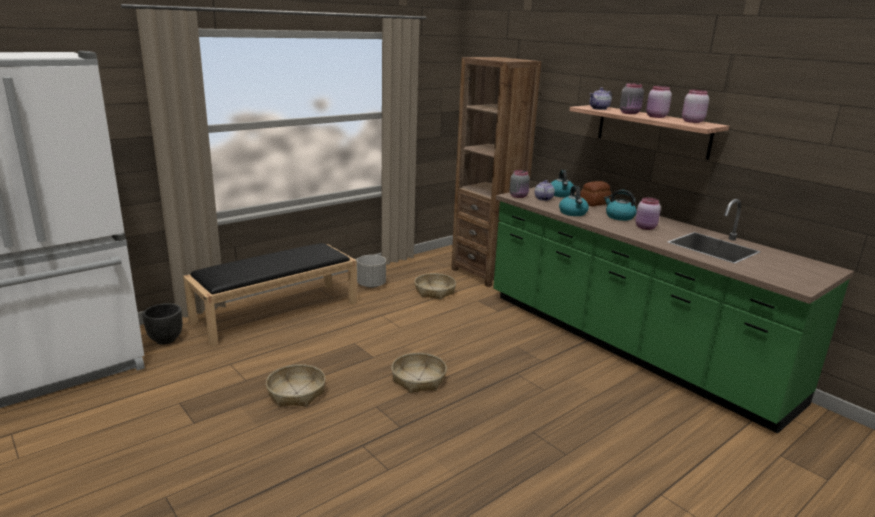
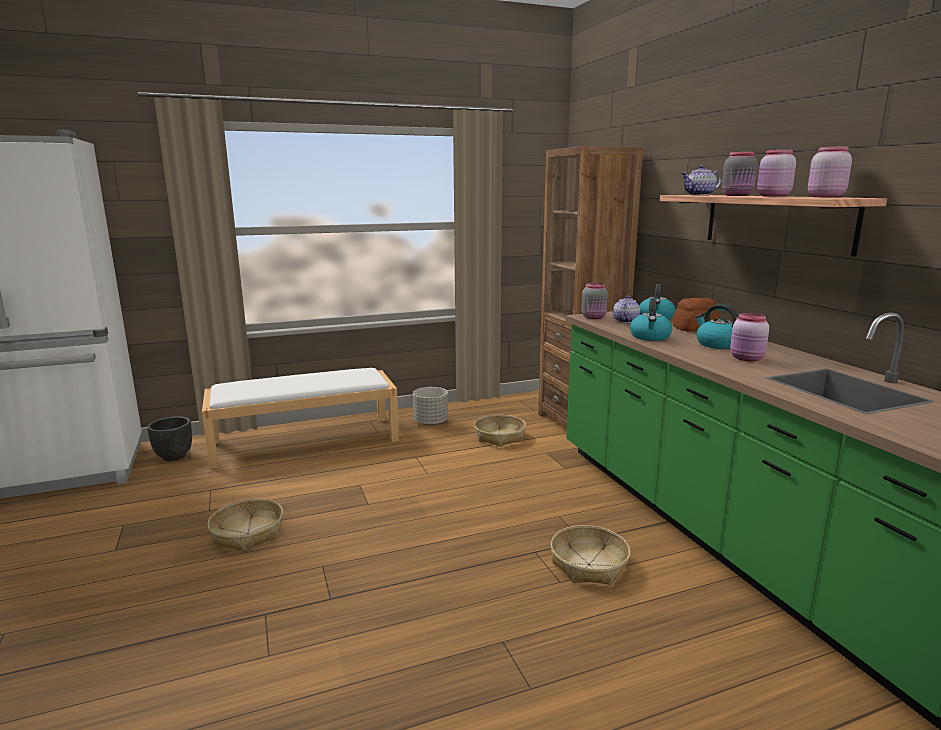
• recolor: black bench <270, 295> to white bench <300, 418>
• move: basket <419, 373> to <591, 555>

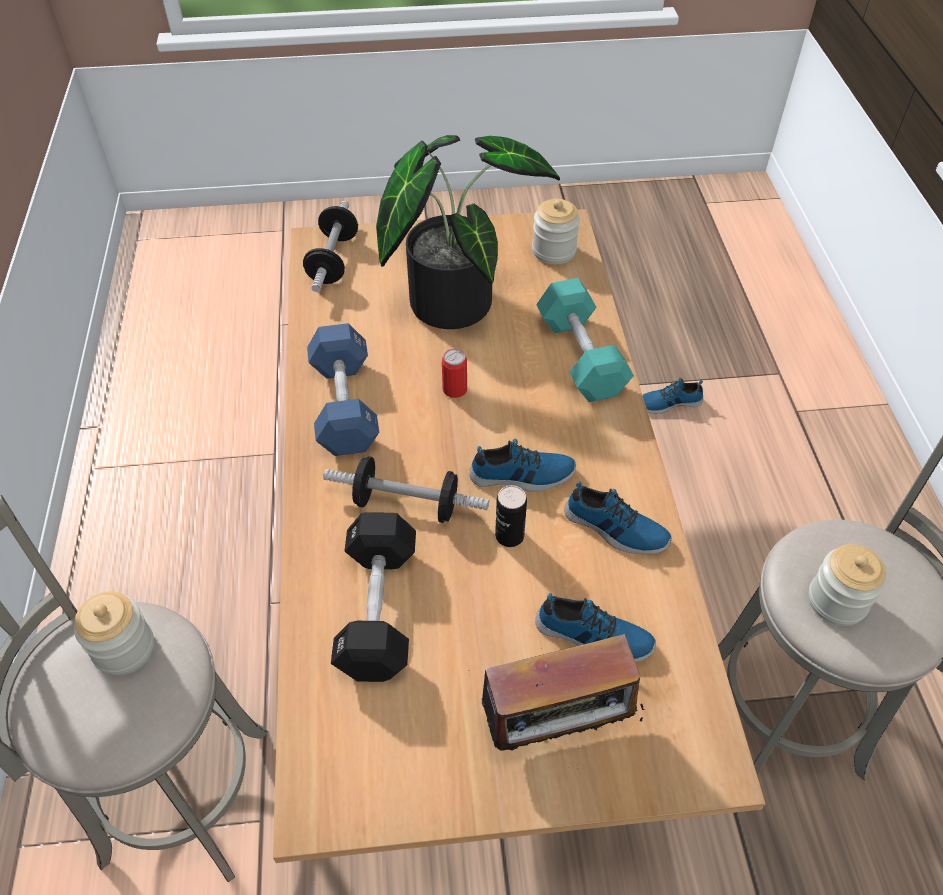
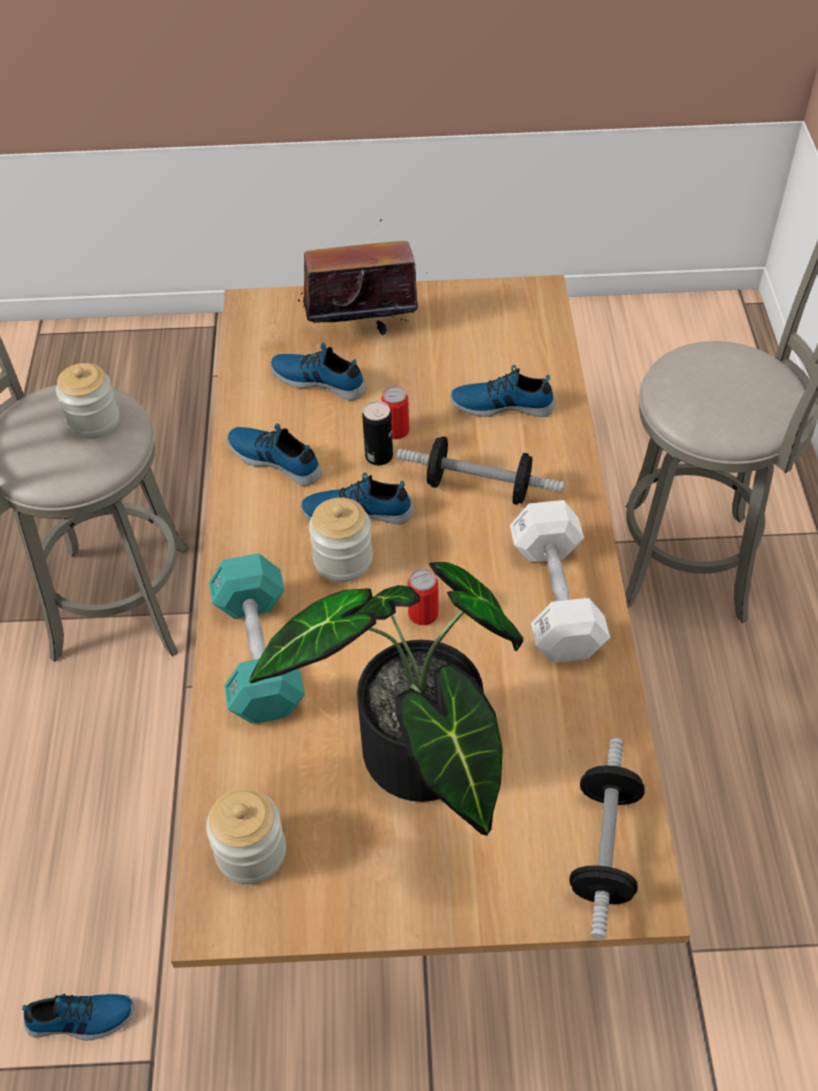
• recolor: blue dumbbell <343, 389> to white dumbbell <560, 581>
• replace: black dumbbell <373, 597> to shoe <503, 391>
• move: jar <114, 633> to <341, 539>
• insert: can <395, 412>

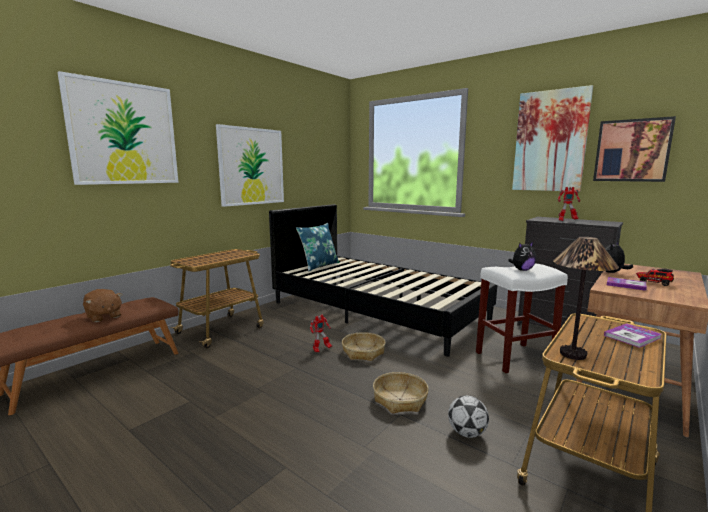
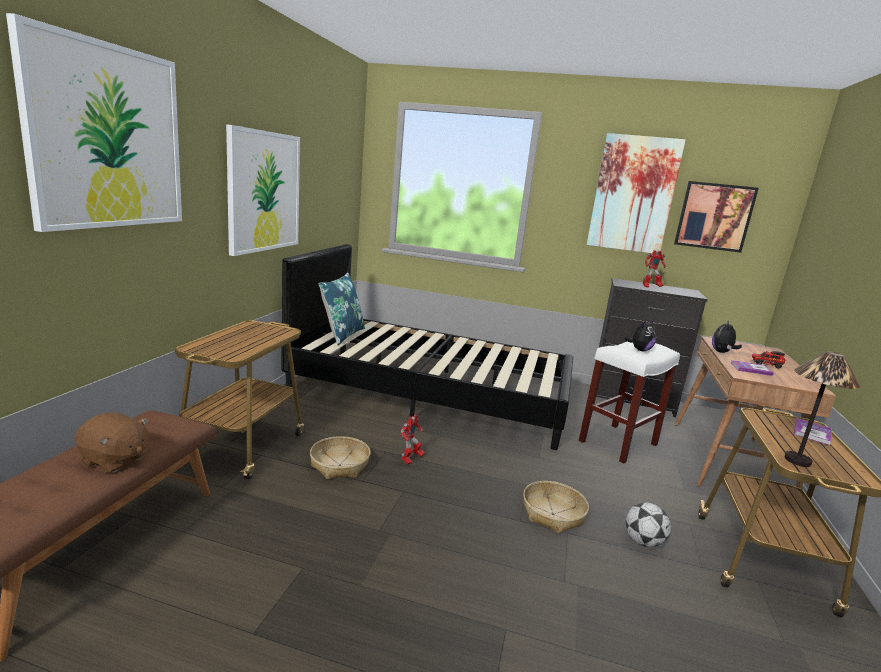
• move: basket <363, 346> to <340, 457>

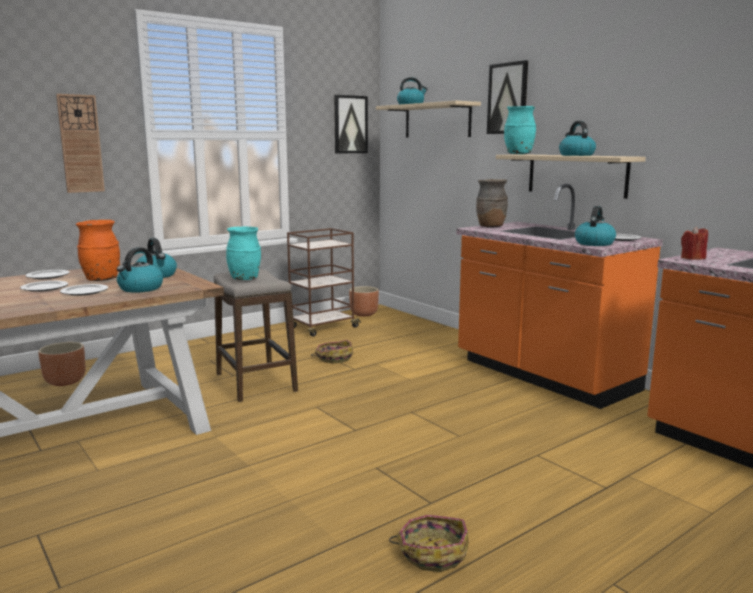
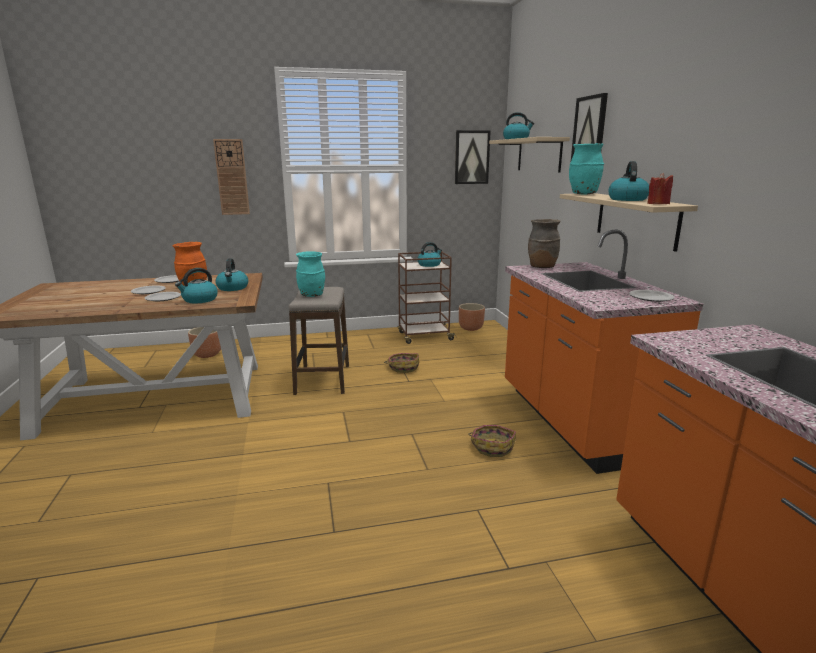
• move: kettle <595, 226> to <430, 254>
• move: red candle <694, 243> to <660, 188>
• move: basket <429, 543> to <492, 441>

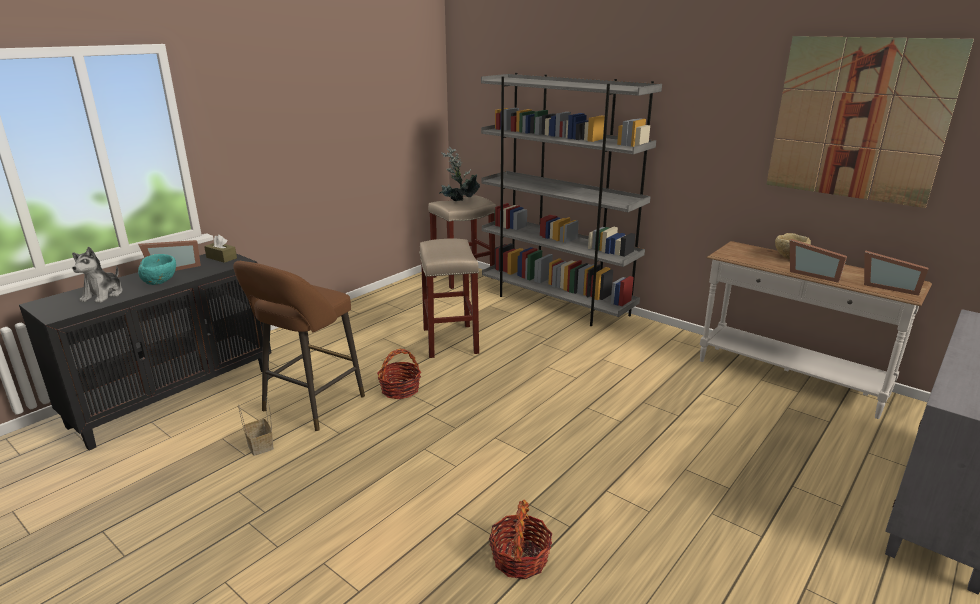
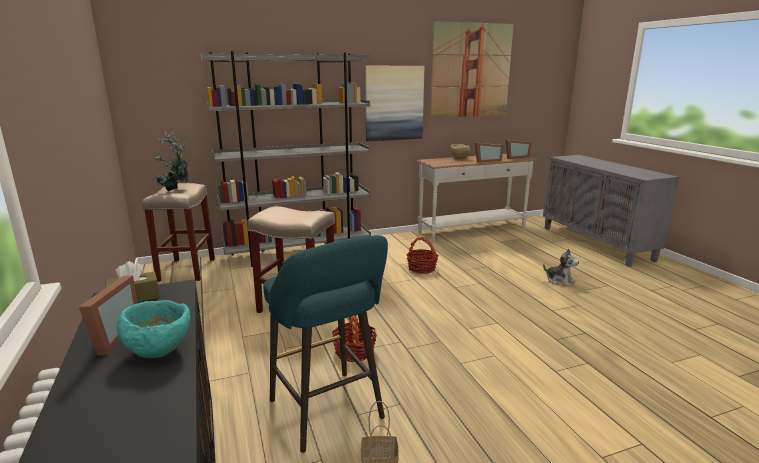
• move: plush toy <97, 275> to <561, 267>
• recolor: brown stool <299, 346> to turquoise stool <325, 344>
• move: basket <520, 539> to <422, 255>
• insert: picture <395, 103>

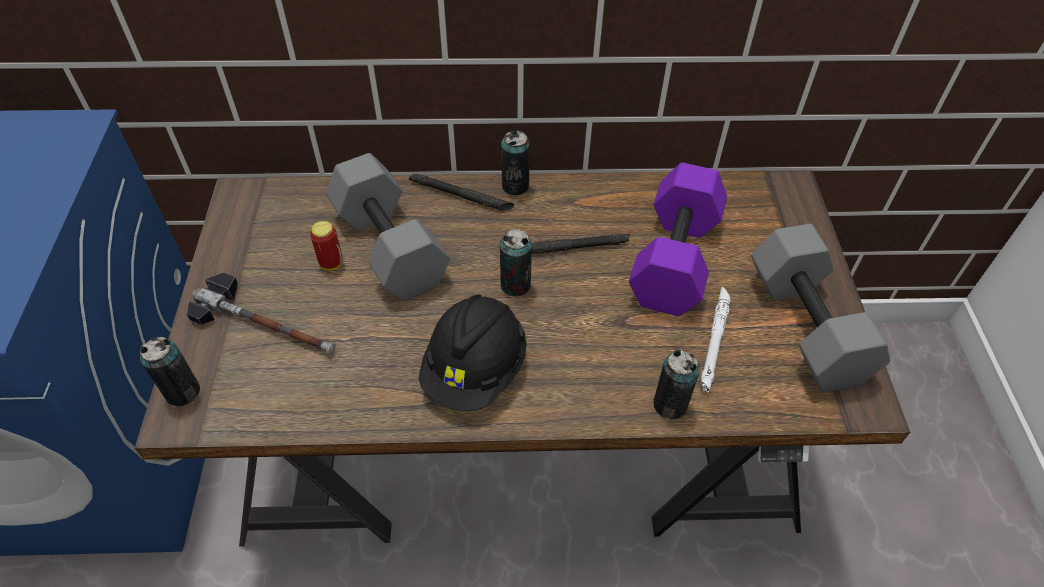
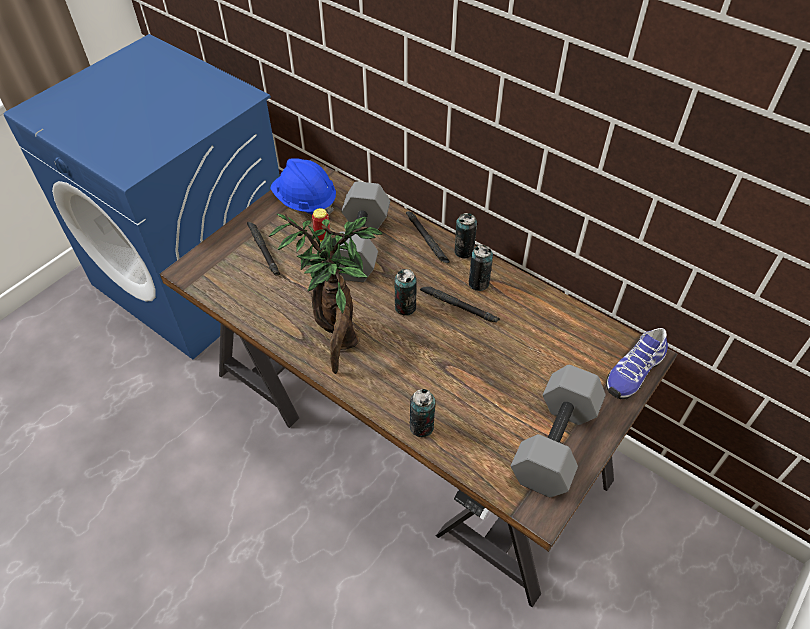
• delete: purple dumbbell <678, 239>
• replace: hammer <261, 313> to black flashlight <263, 249>
• delete: white flashlight <716, 340>
• replace: black hard hat <472, 352> to potted plant <325, 293>
• move: can <170, 371> to <481, 268>
• insert: blue hard hat <303, 186>
• insert: shoe <637, 363>

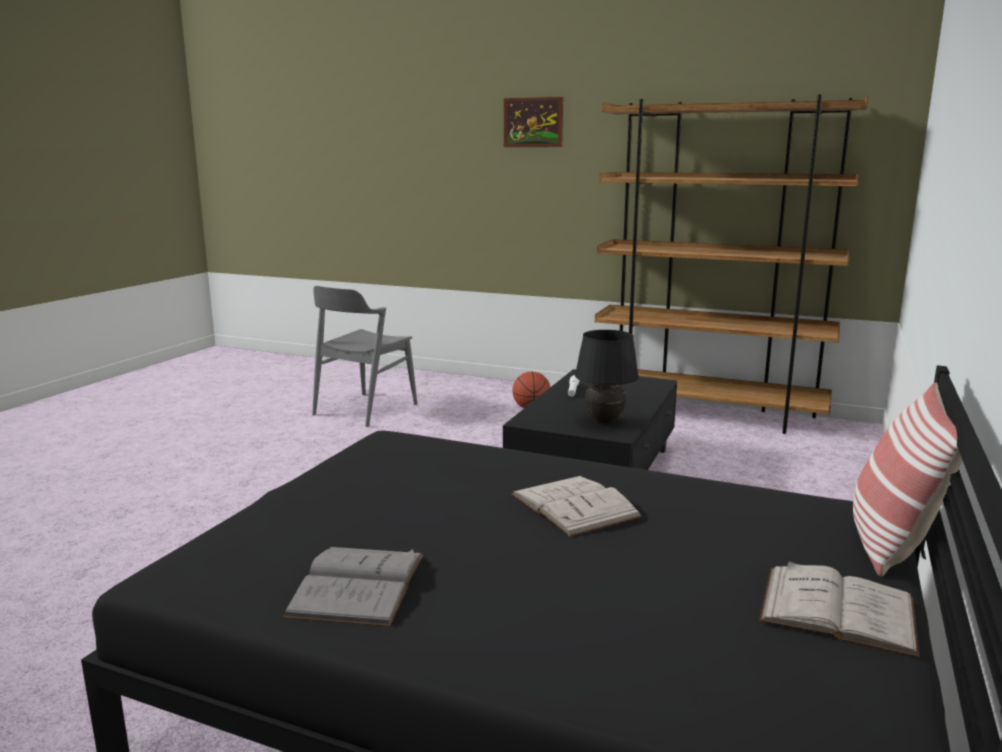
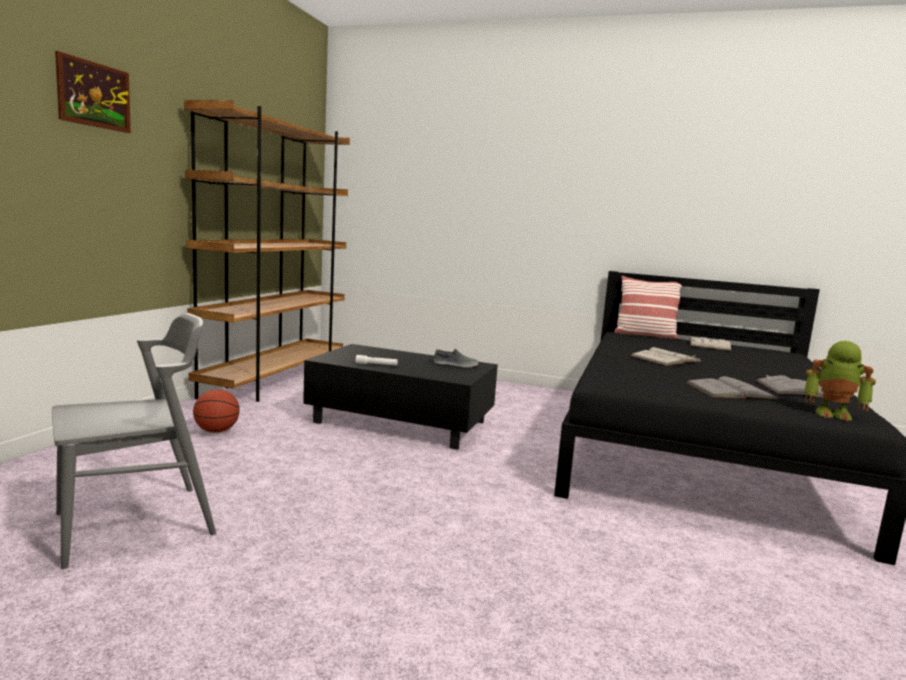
• rotate: grey chair <364, 356> = <134, 441> 60 degrees counterclockwise
• replace: black table lamp <607, 377> to grey shoe <456, 357>
• insert: toy robot <840, 381>
• insert: grey book <732, 387>

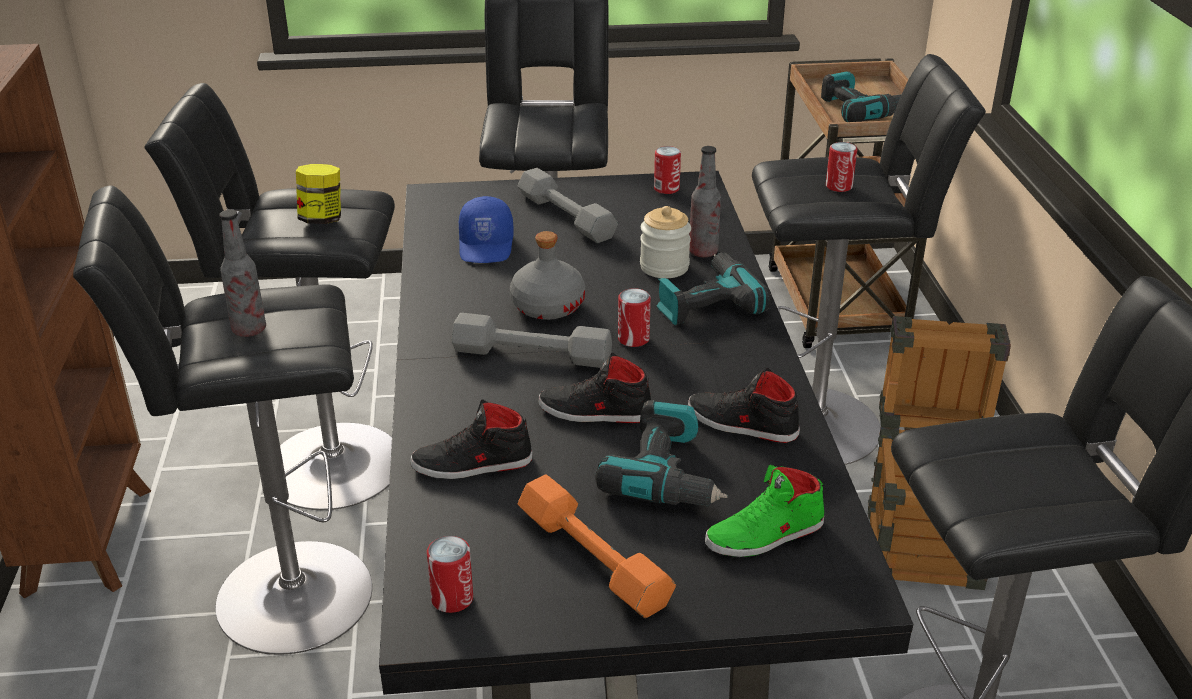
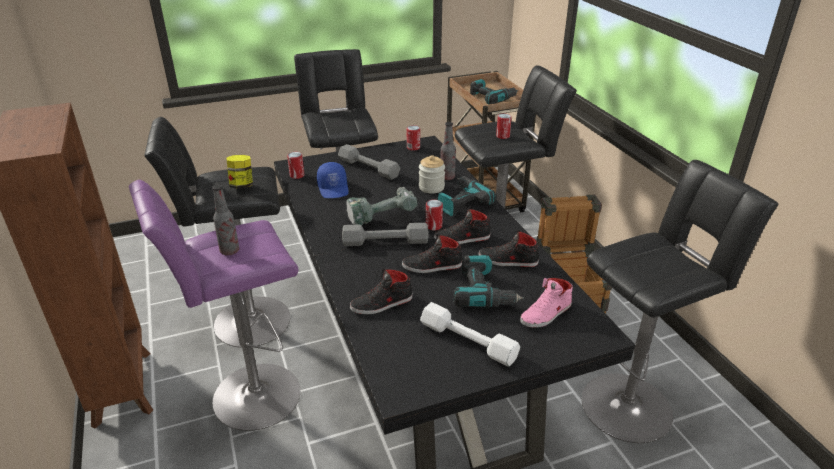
• recolor: black stool <222, 420> to purple stool <214, 305>
• replace: grey bottle <547, 275> to power drill <382, 206>
• recolor: green shoe <764, 511> to pink shoe <546, 303>
• recolor: orange dumbbell <597, 546> to white dumbbell <470, 334>
• move: can <450, 574> to <295, 165>
• insert: black shoe <462, 226>

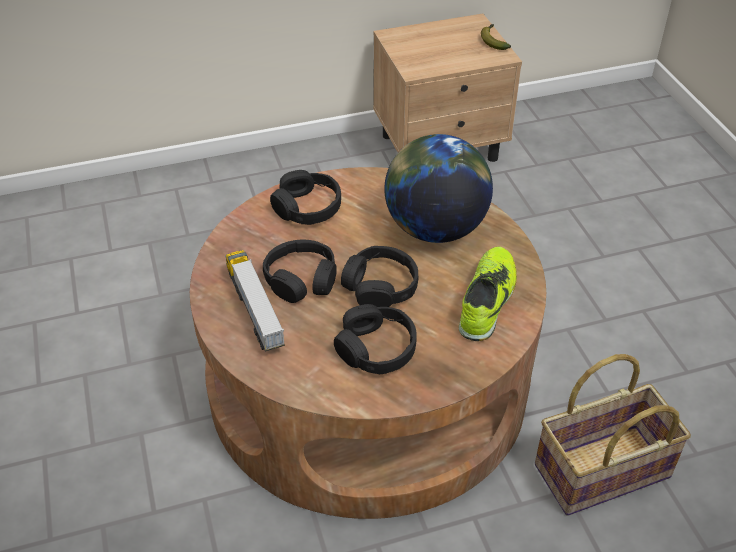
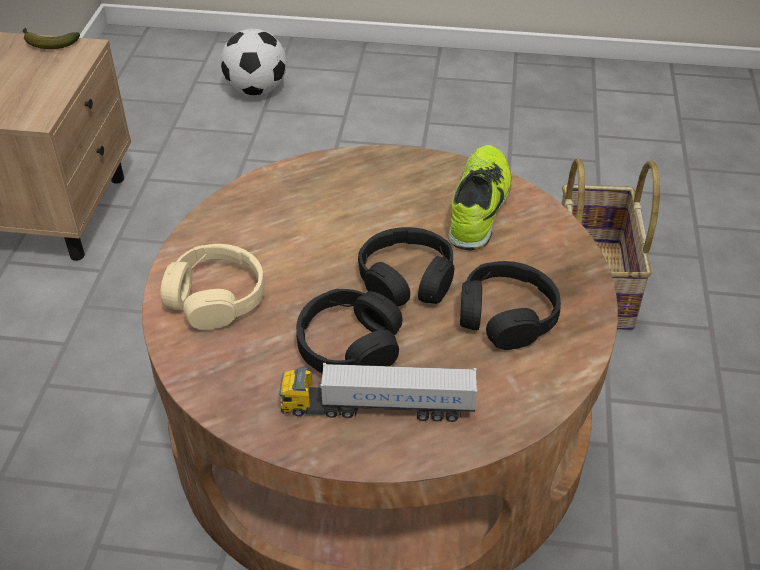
• delete: globe <438, 188>
• recolor: black headphones <305, 197> to beige headphones <212, 287>
• rotate: shoe <487, 294> = <480, 198> 60 degrees clockwise
• insert: football <254, 62>

